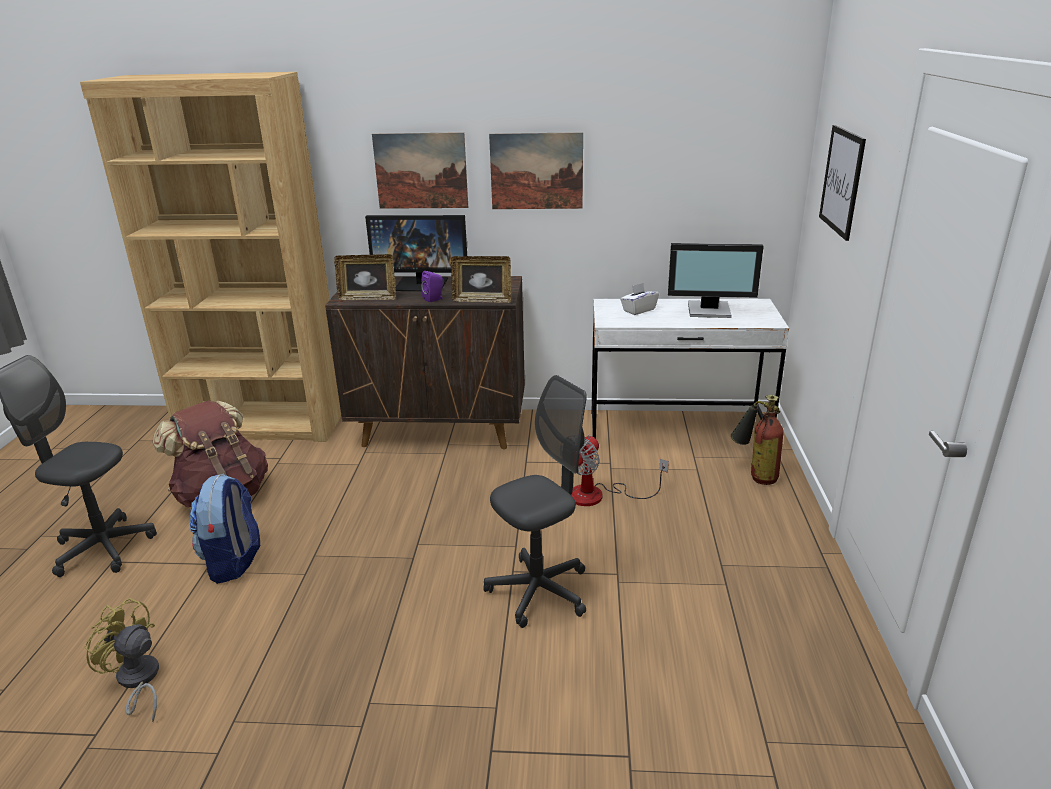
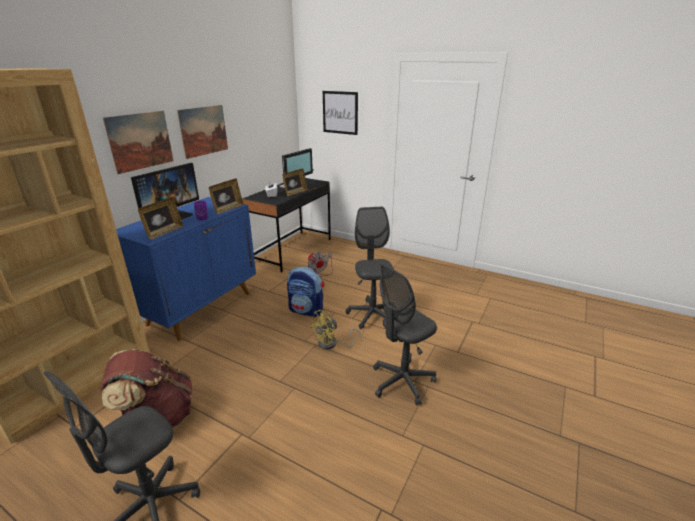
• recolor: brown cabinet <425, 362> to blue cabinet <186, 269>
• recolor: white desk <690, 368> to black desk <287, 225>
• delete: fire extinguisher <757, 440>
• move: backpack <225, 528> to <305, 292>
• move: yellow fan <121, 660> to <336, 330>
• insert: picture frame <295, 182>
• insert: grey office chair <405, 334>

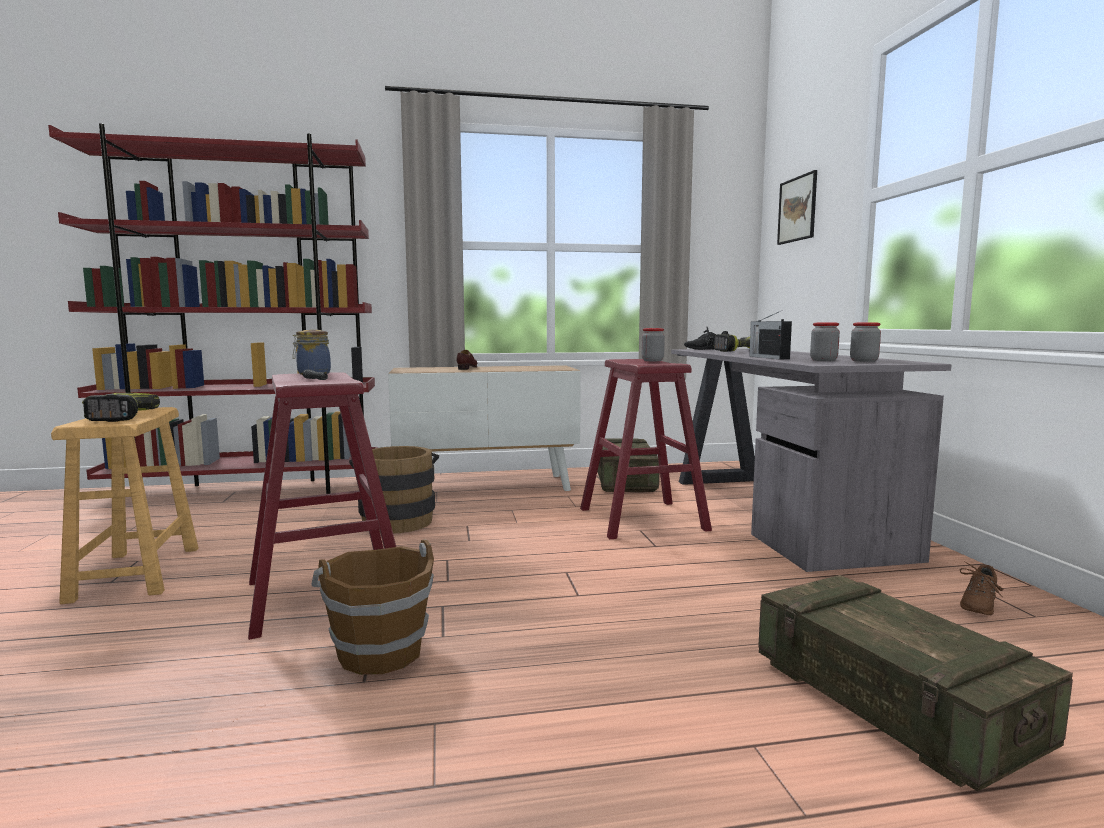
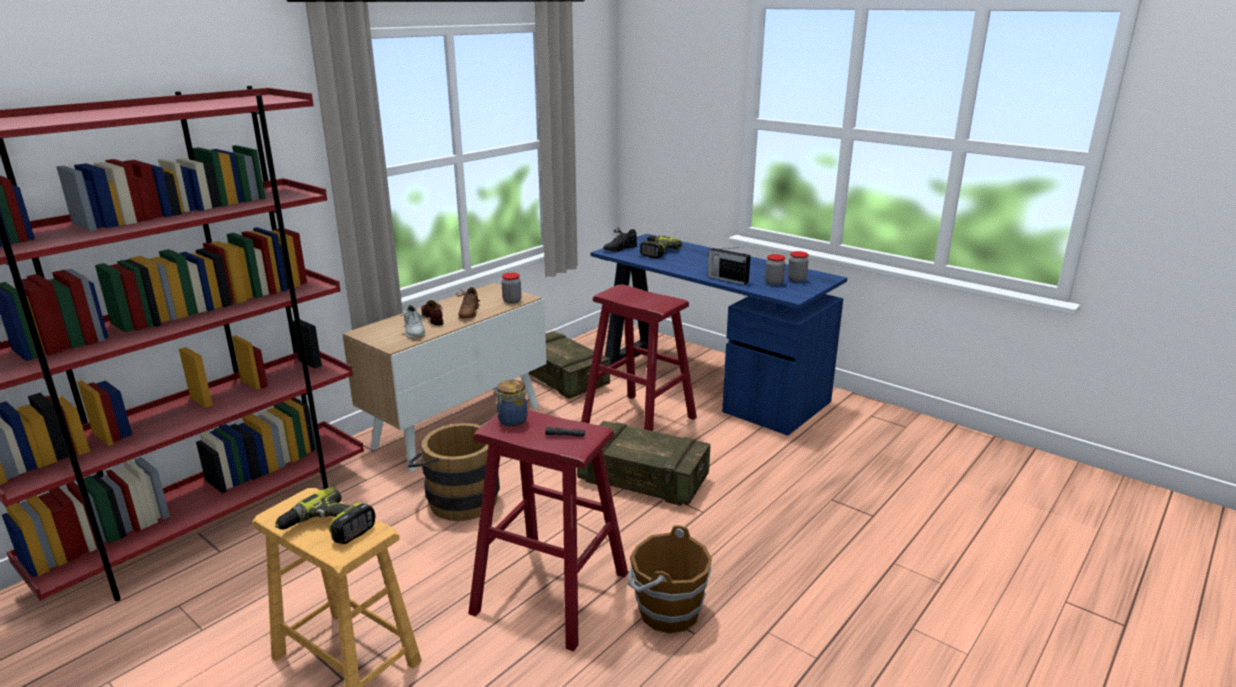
• delete: picture <797, 207>
• move: jar <653, 344> to <511, 288>
• recolor: grey desk <811, 460> to blue desk <718, 335>
• move: brown shoe <982, 588> to <468, 302>
• move: crate <915, 683> to <643, 463>
• insert: grey shoe <412, 321>

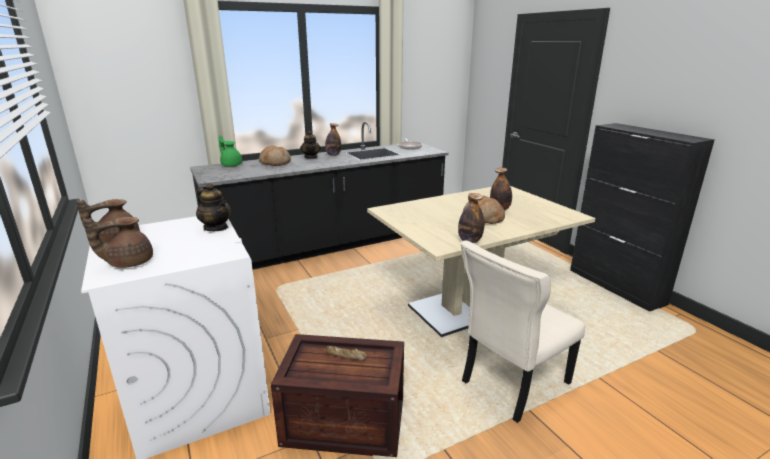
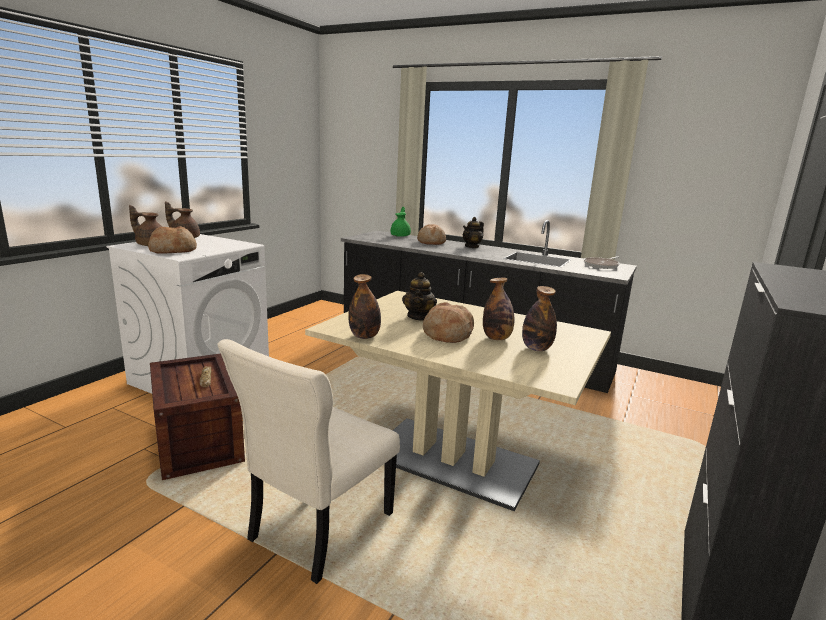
• move: bottle <333, 139> to <539, 318>
• move: teapot <213, 207> to <419, 296>
• rotate: beige chair <523, 331> = <308, 461> 75 degrees counterclockwise
• insert: bread <172, 240>

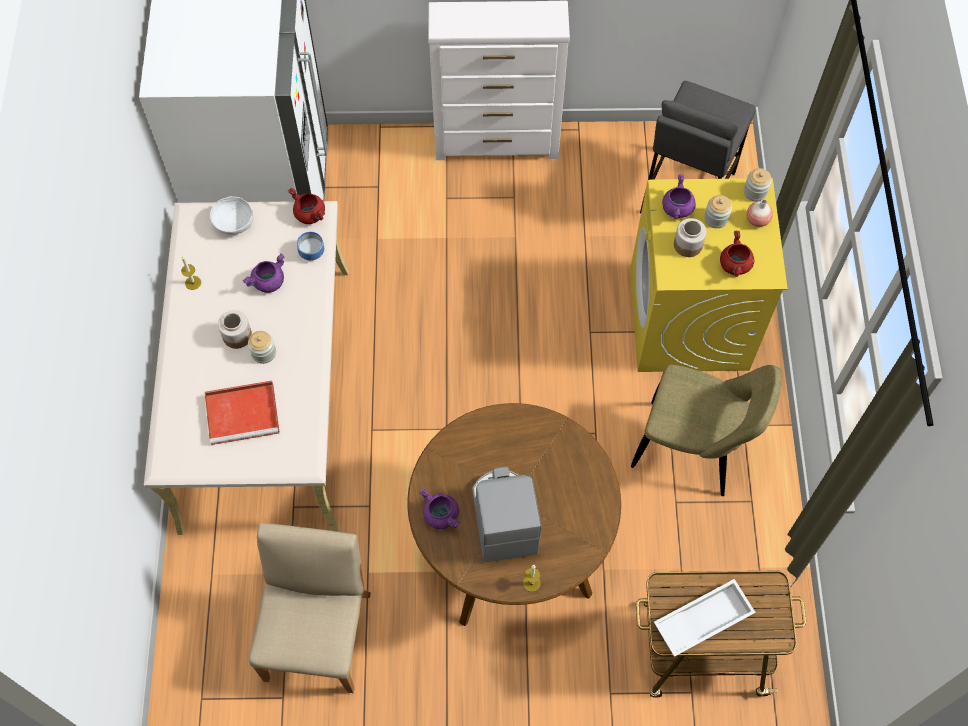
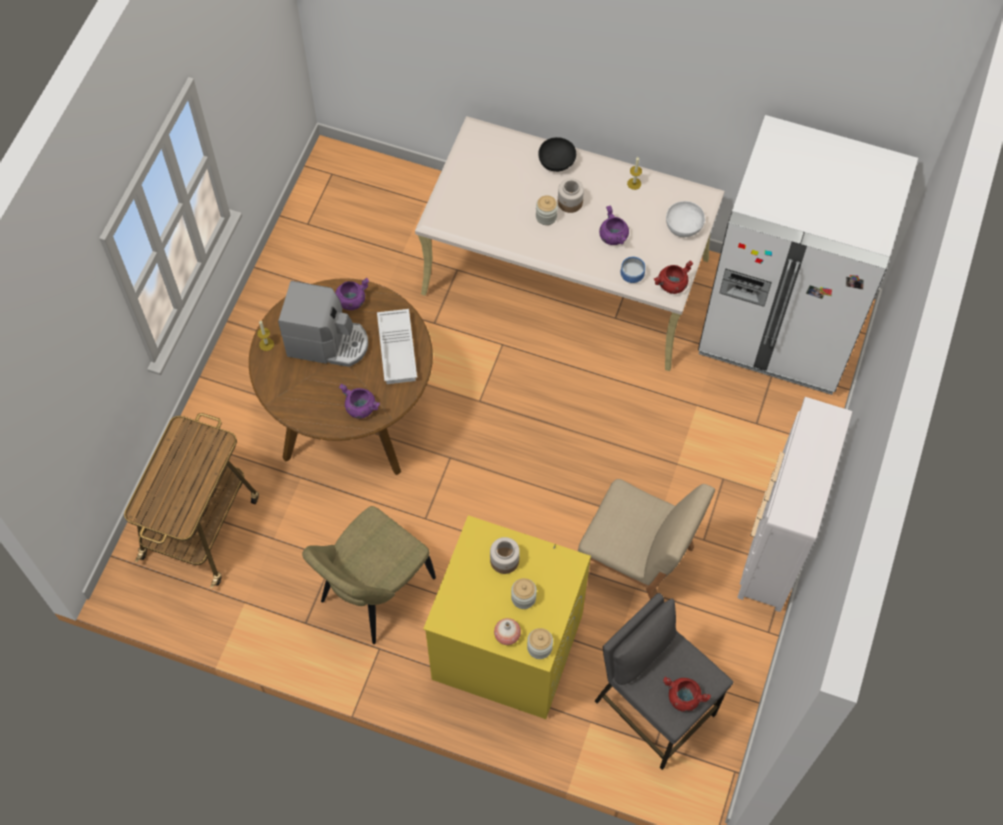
• move: purple cooking pot <679, 196> to <359, 401>
• move: red cooking pot <737, 254> to <687, 694>
• delete: red tray <242, 413>
• move: beige chair <310, 608> to <646, 539>
• move: white tray <705, 618> to <397, 346>
• insert: black bowl <557, 154>

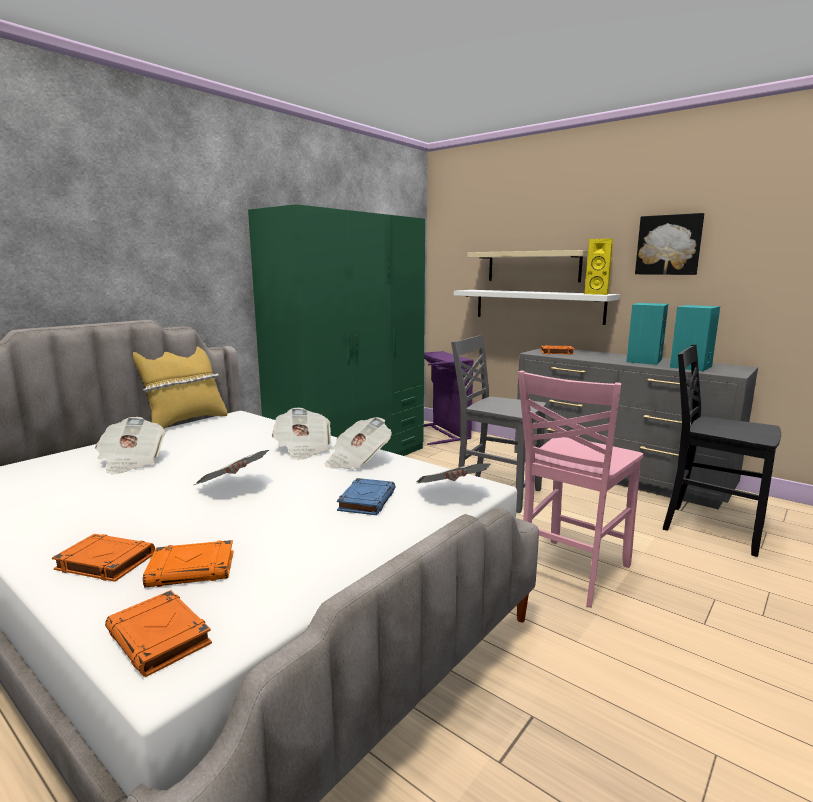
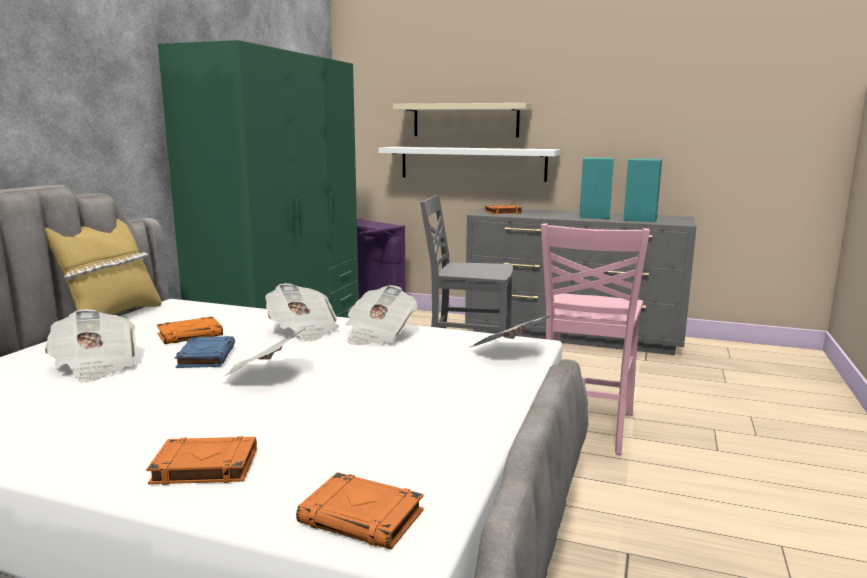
• delete: picture <669, 244>
• delete: yellow speaker <598, 266>
• delete: black chair <722, 450>
• move: blue book <366, 496> to <205, 352>
• move: orange book <188, 563> to <190, 330>

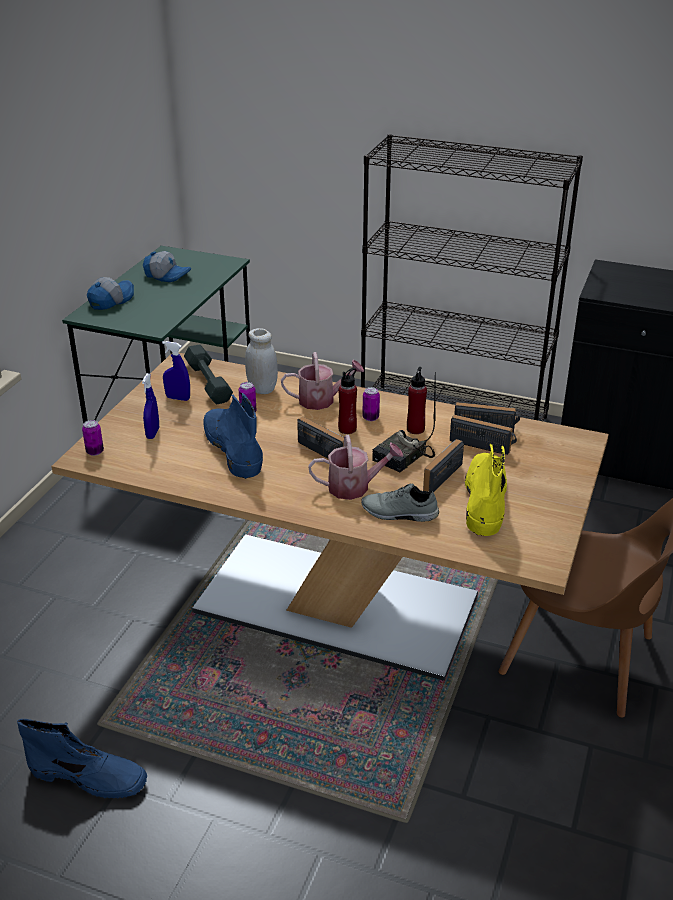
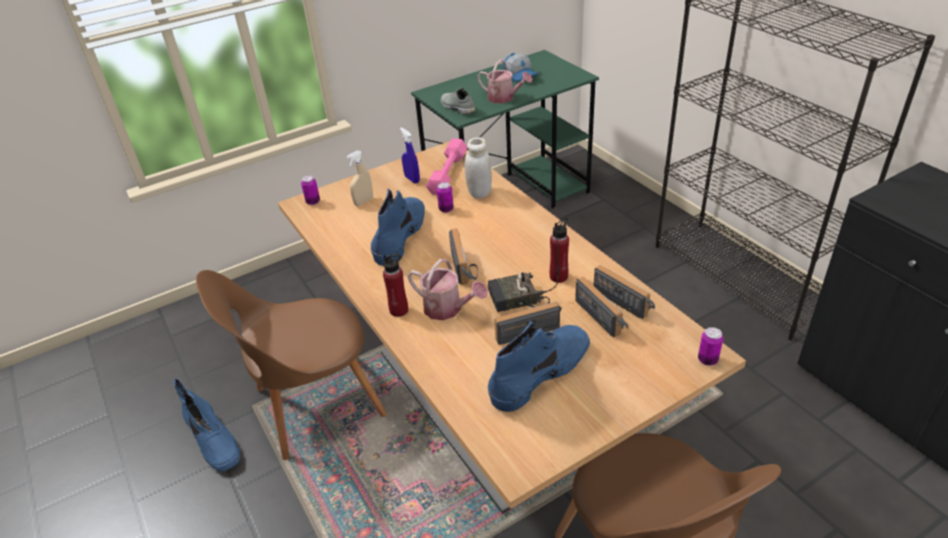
• delete: cap <110, 293>
• recolor: grey dumbbell <208, 374> to pink dumbbell <446, 167>
• move: watering can <322, 381> to <504, 81>
• move: red bottle <347, 401> to <395, 285>
• recolor: blue spray bottle <150, 406> to beige spray bottle <359, 178>
• move: can <371, 404> to <710, 346>
• recolor: yellow boot <486, 490> to blue boot <539, 366>
• move: grey shoe <400, 502> to <458, 101>
• insert: brown chair <291, 365>

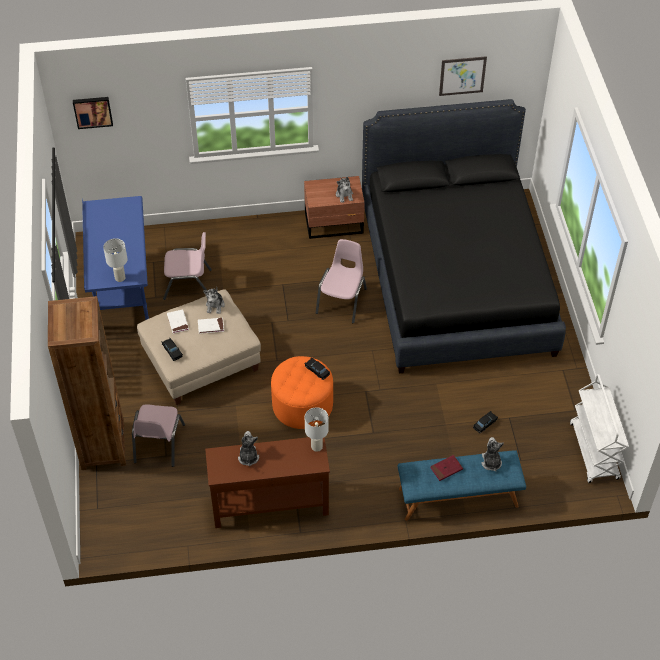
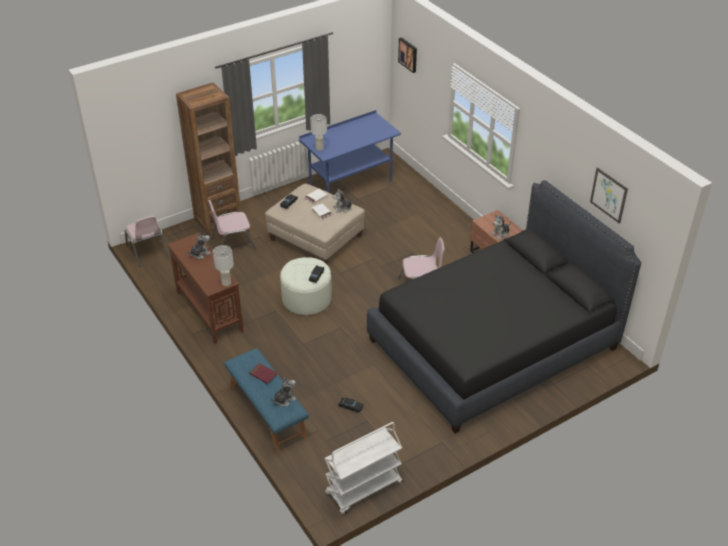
• move: pink chair <187, 266> to <147, 241>
• recolor: orange ottoman <302, 392> to white ottoman <306, 286>

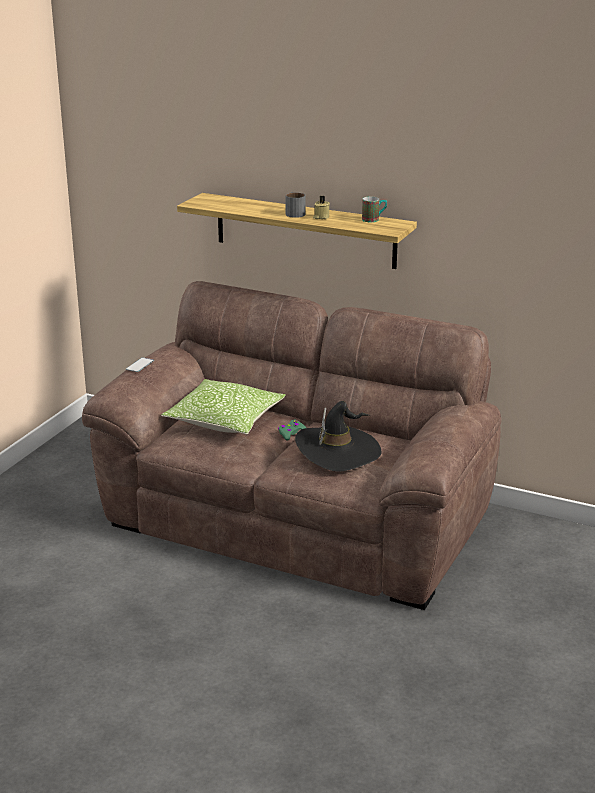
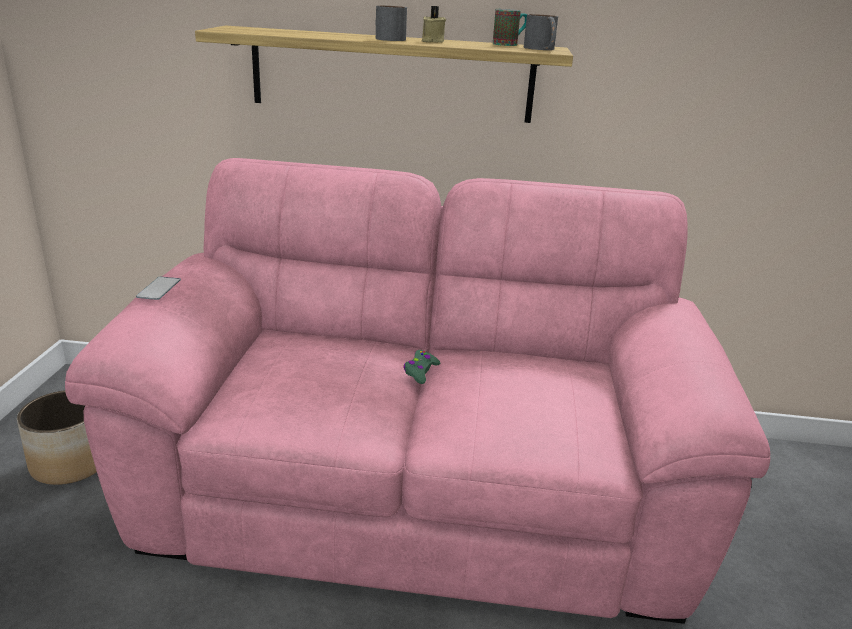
• recolor: brown sofa <292, 445> to pink sofa <417, 391>
• delete: pillow <223, 407>
• delete: black hat <338, 436>
• insert: grey mug <541, 32>
• insert: planter <57, 437>

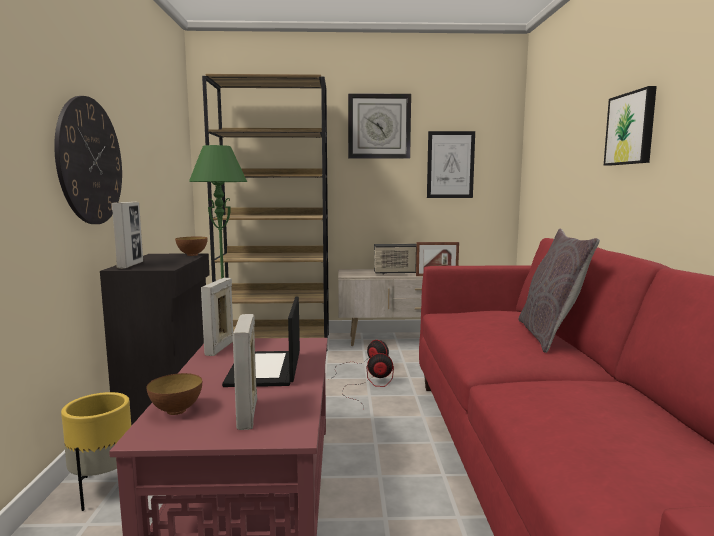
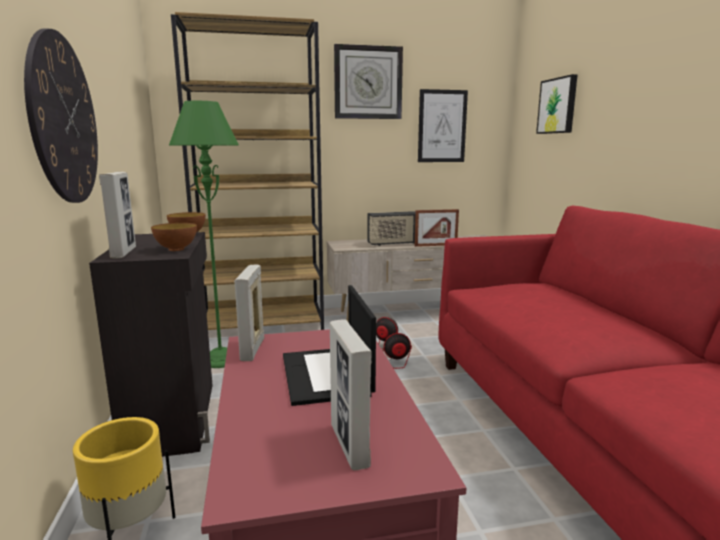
• move: picture <630, 126> to <557, 104>
• delete: grey pillow <559, 290>
• move: bowl <174, 394> to <174, 237>

